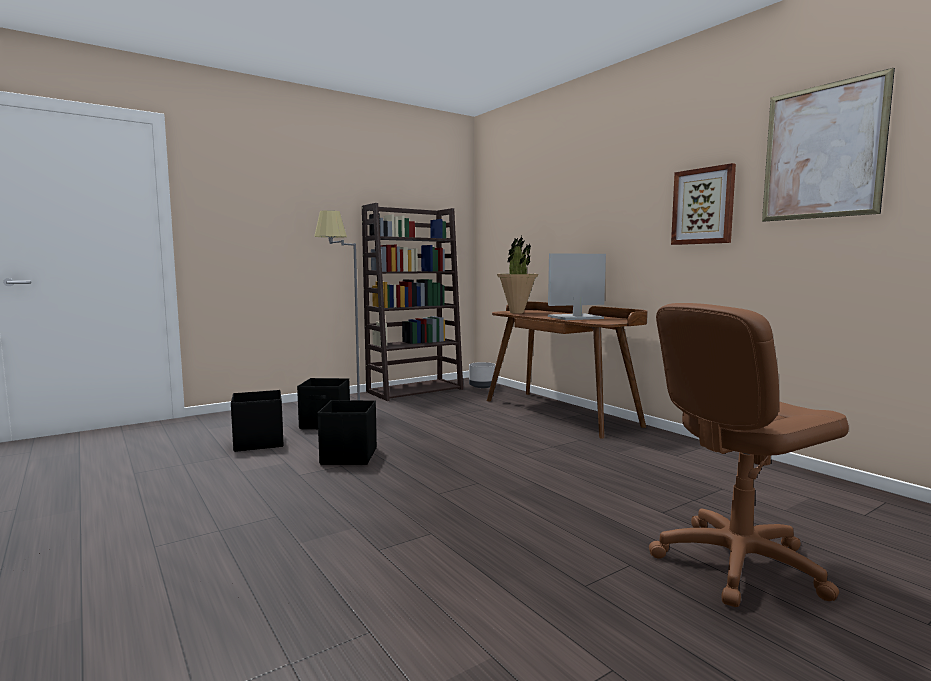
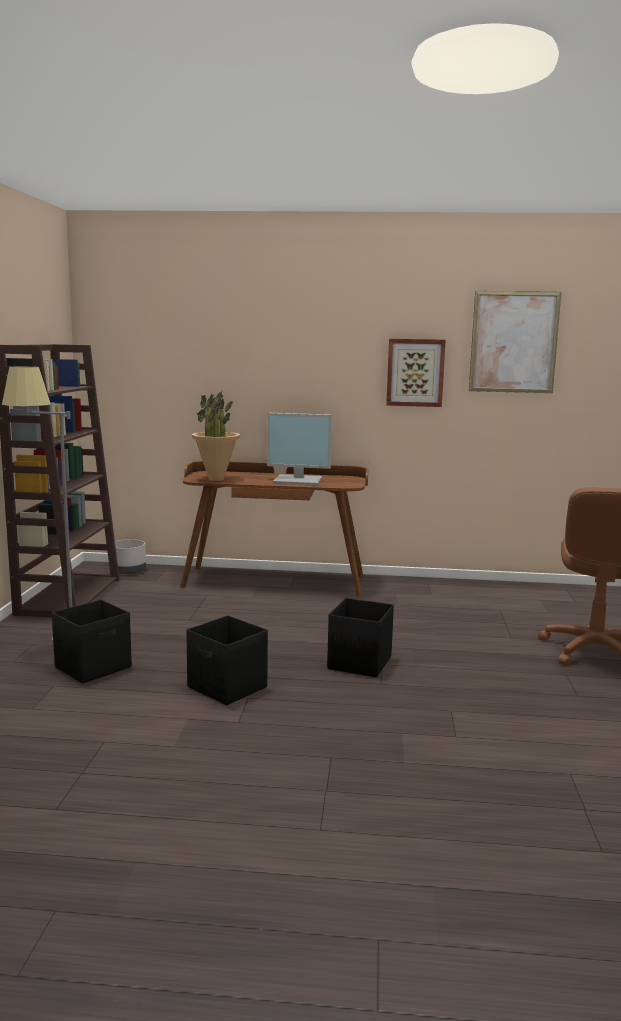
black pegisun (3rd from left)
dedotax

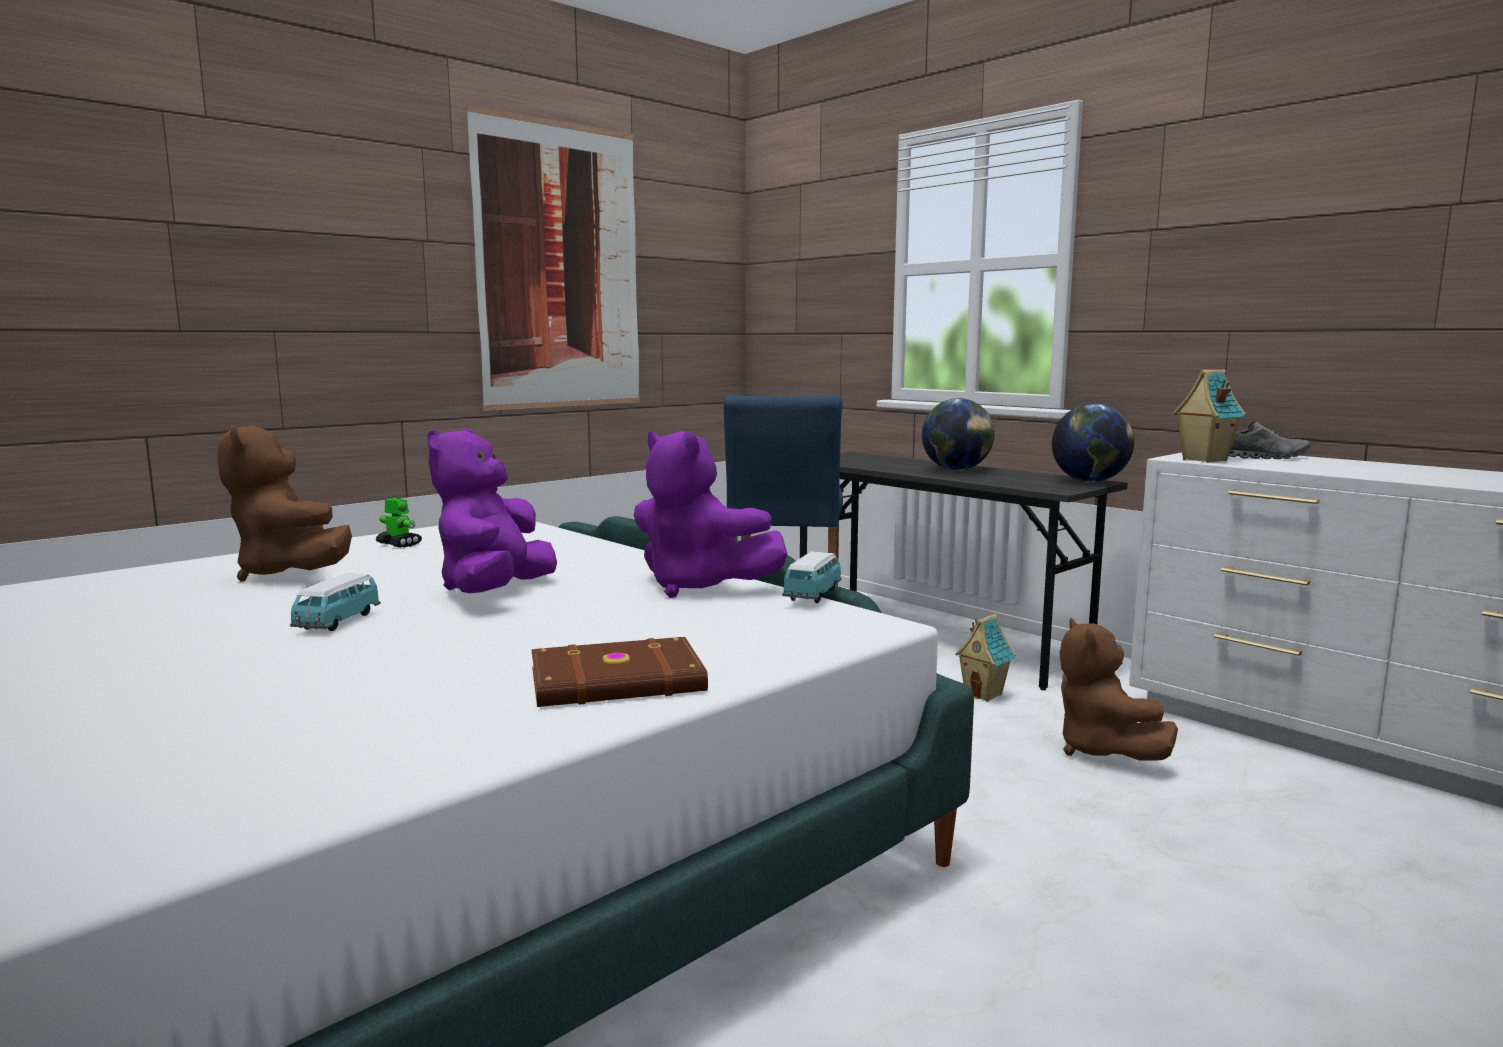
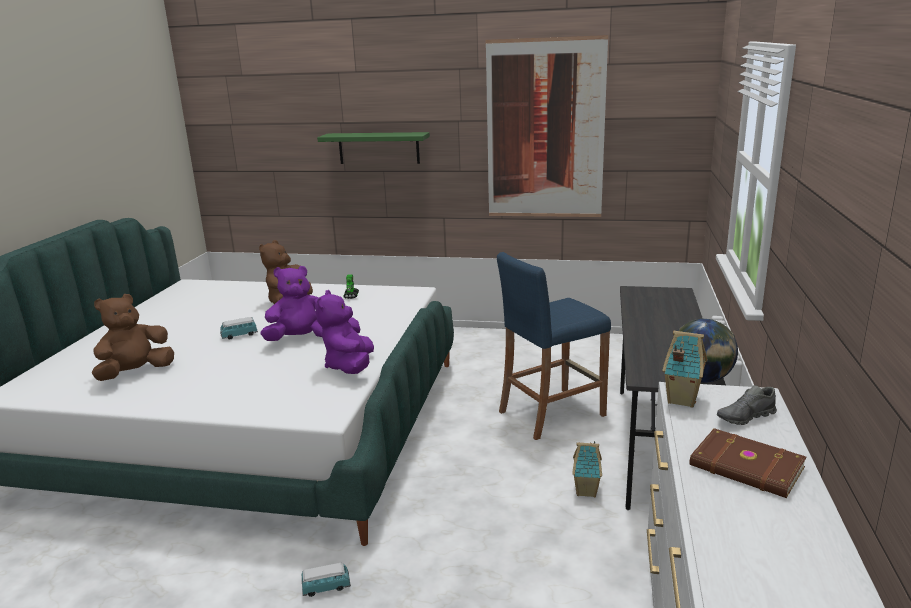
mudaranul (1st from left in the first image)
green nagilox
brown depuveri
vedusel (2nd from left)
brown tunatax (1st from left)
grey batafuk

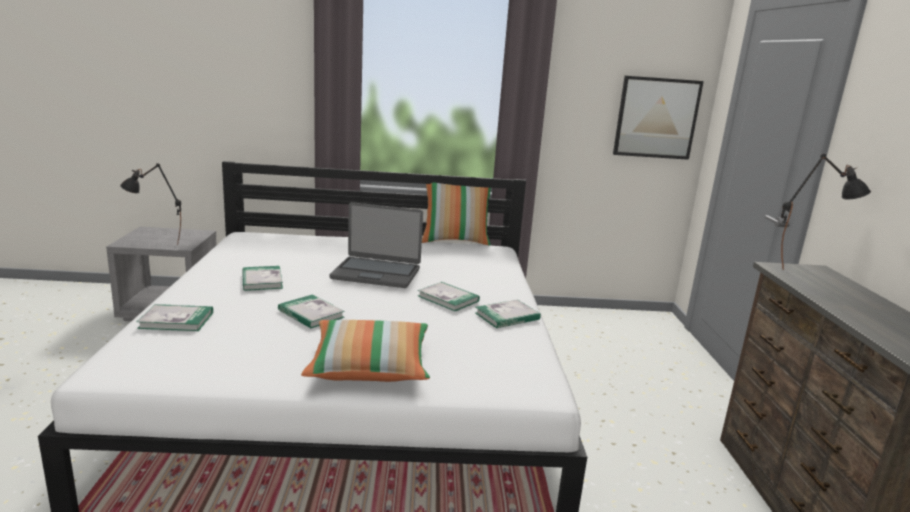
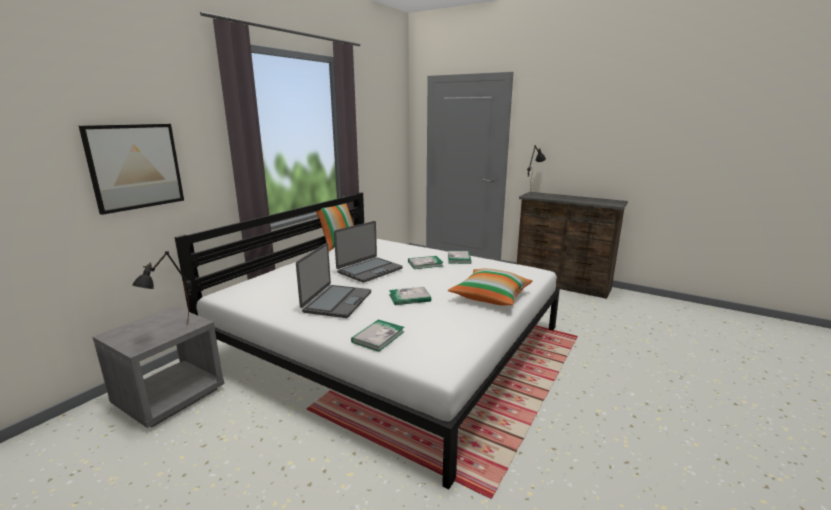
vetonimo
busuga (1st from left)

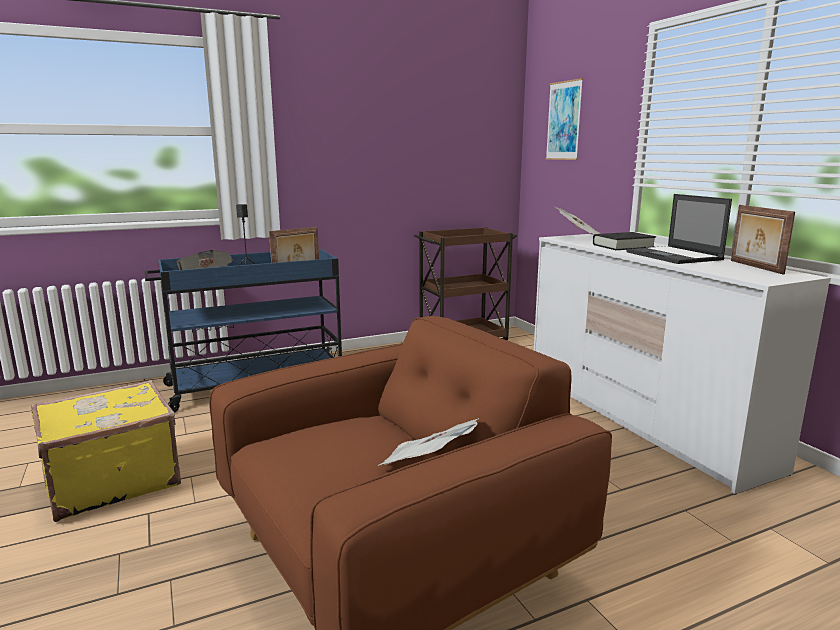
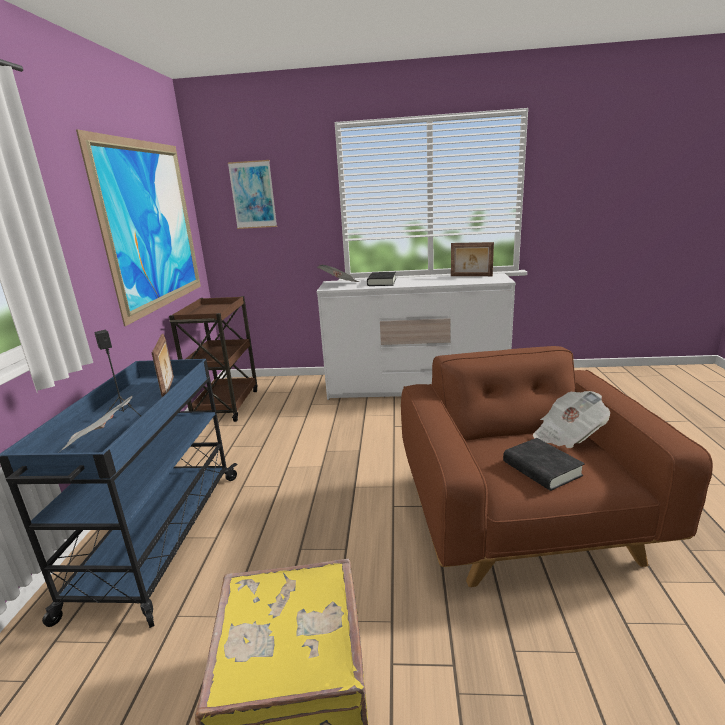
busuga
vetonimo (1st from left)
black depuveri (2nd from left)

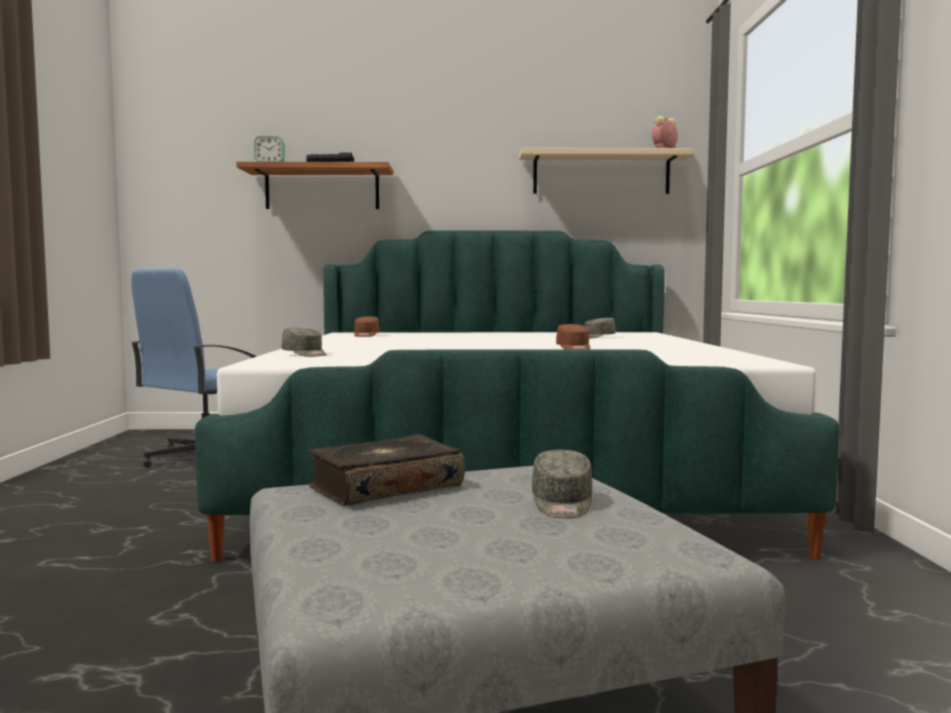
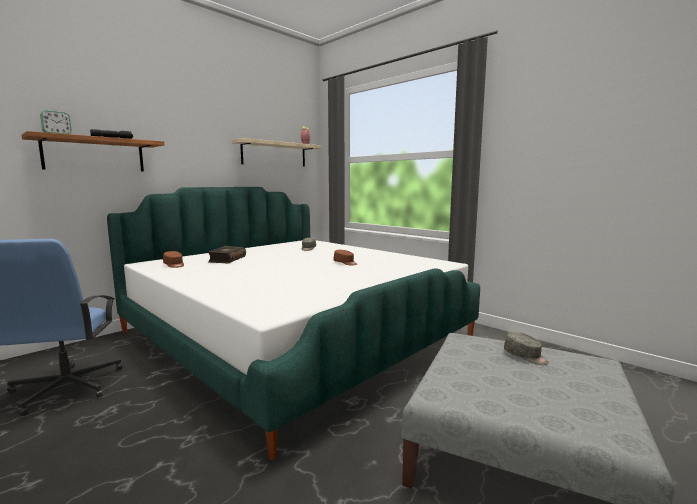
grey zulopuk (1st from left in the first image)
depuveri

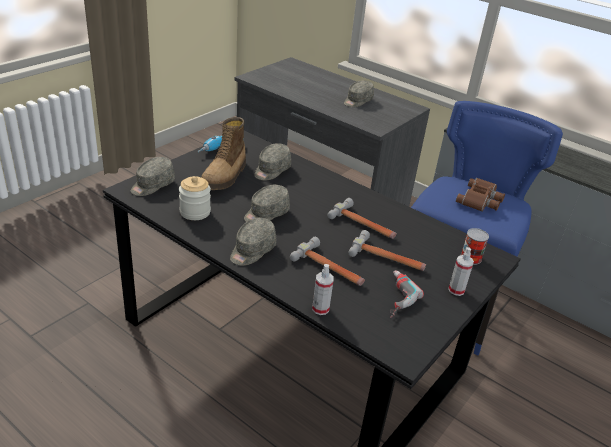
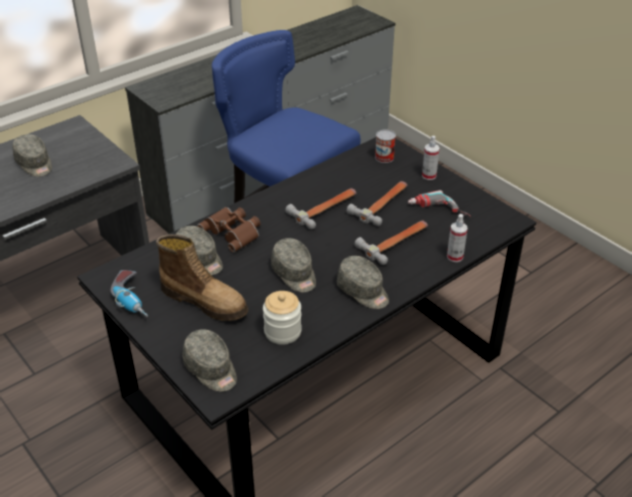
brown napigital

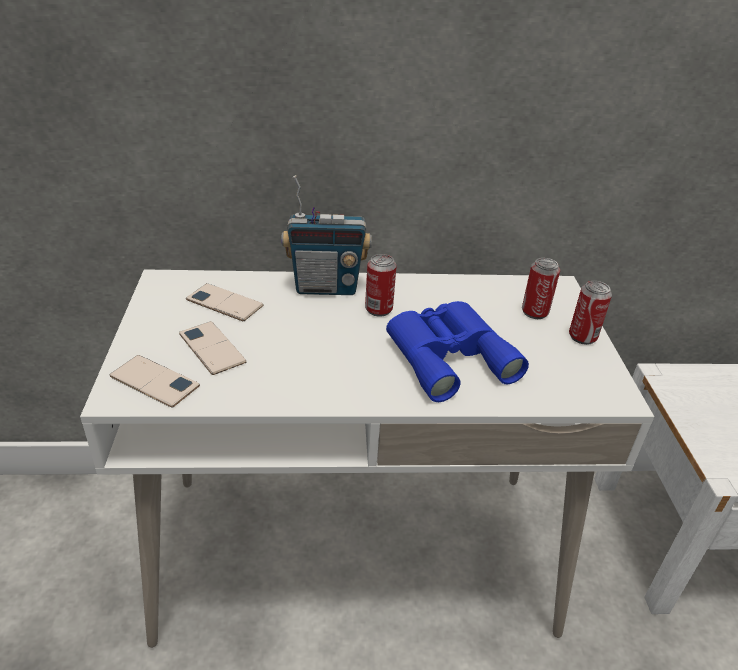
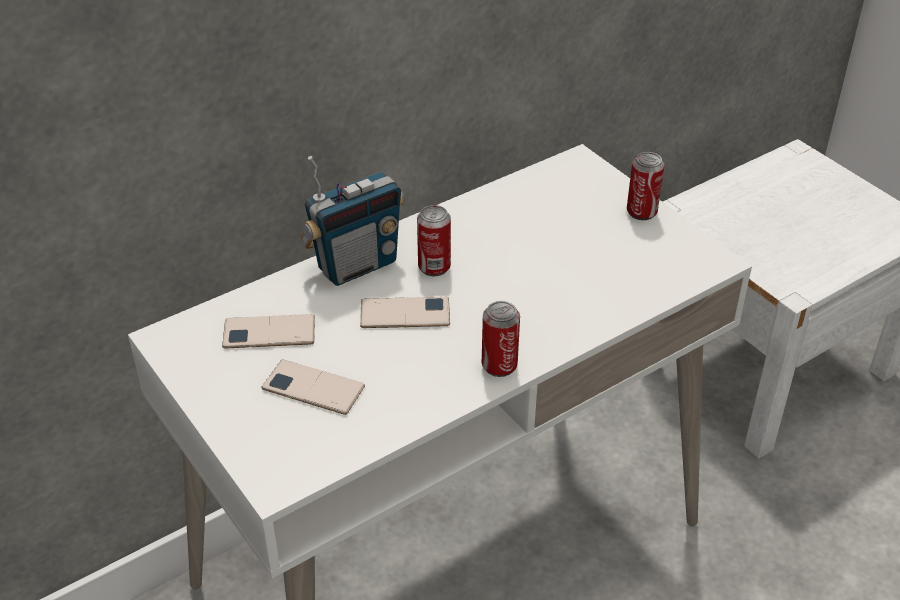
blue napigital
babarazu (3rd from left)
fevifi (2nd from left)

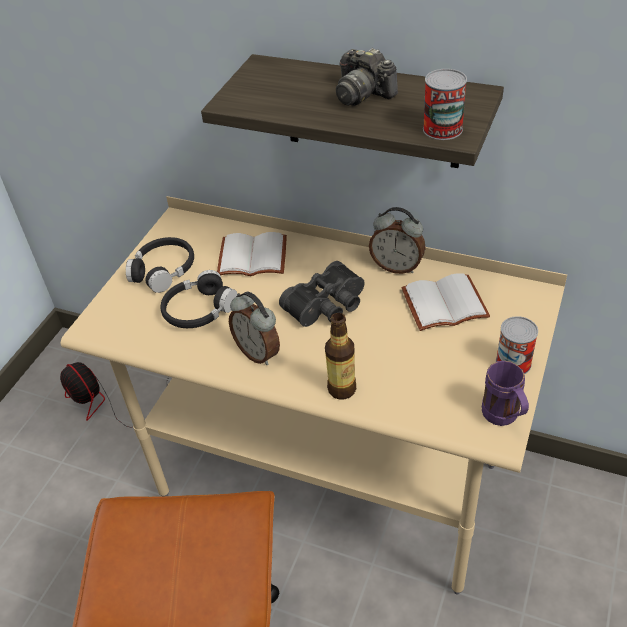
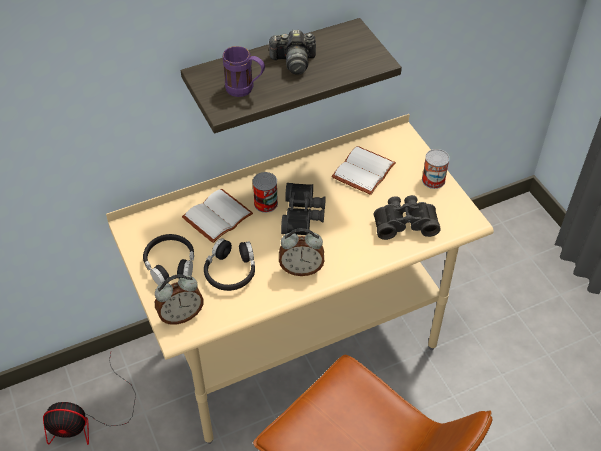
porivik
black napigital (2nd from left)
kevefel (1st from left)
fevifi (1st from left)
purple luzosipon

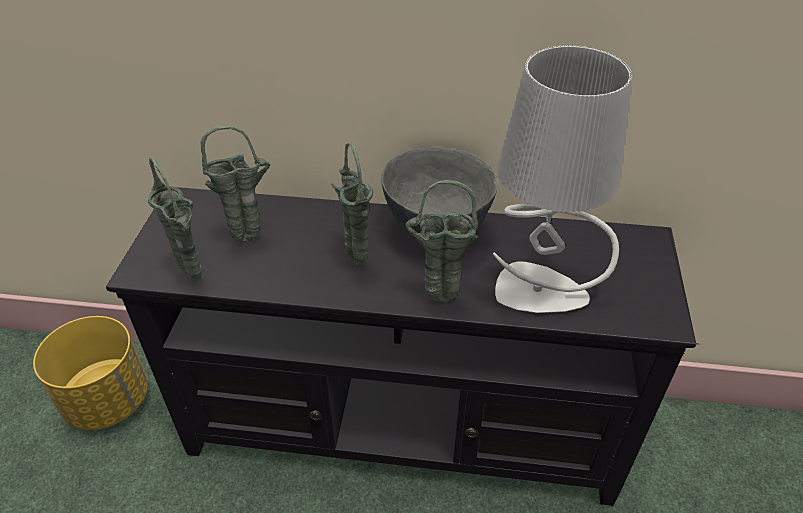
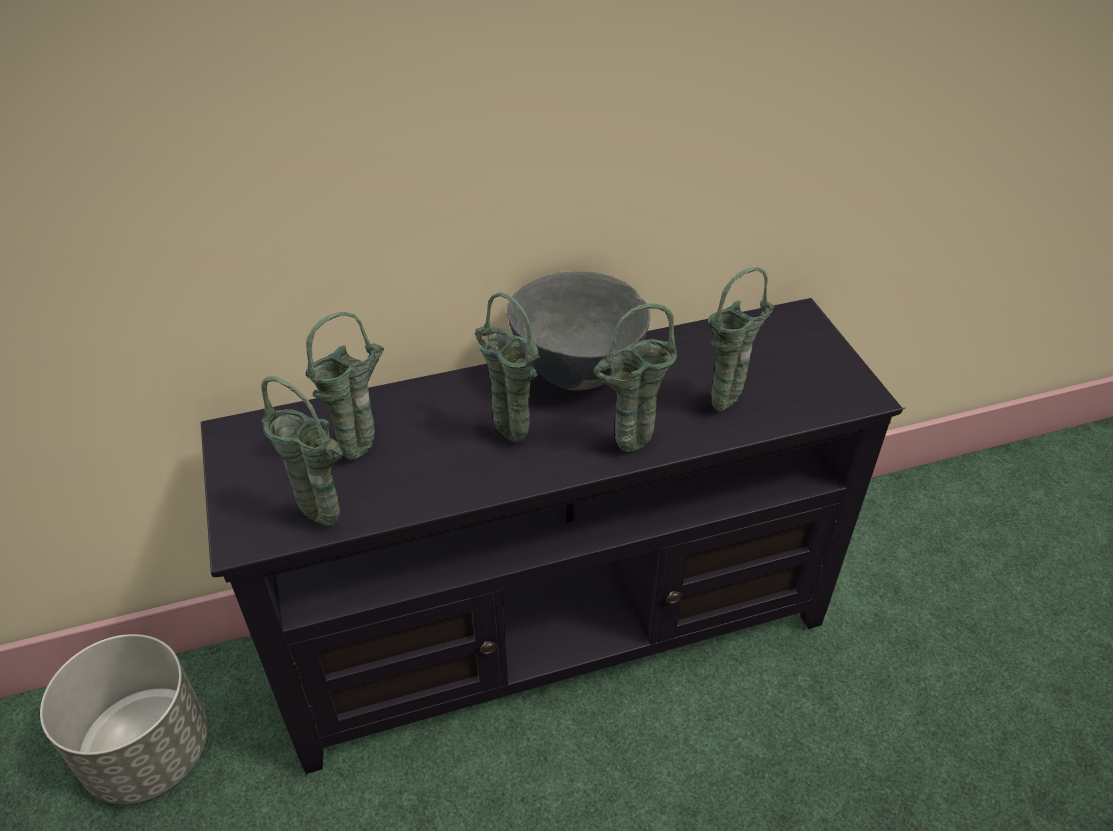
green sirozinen (5th from left)
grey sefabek

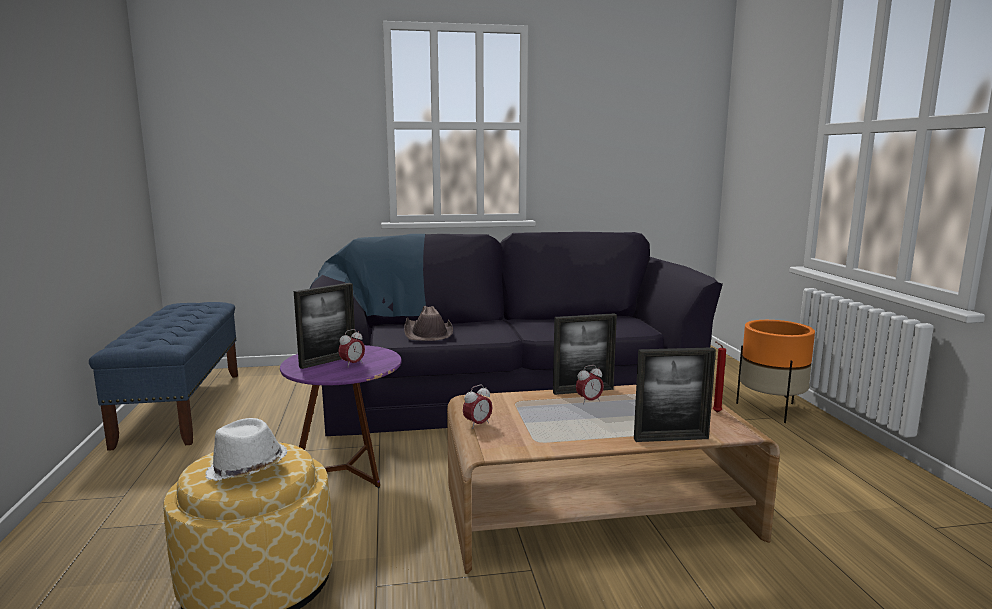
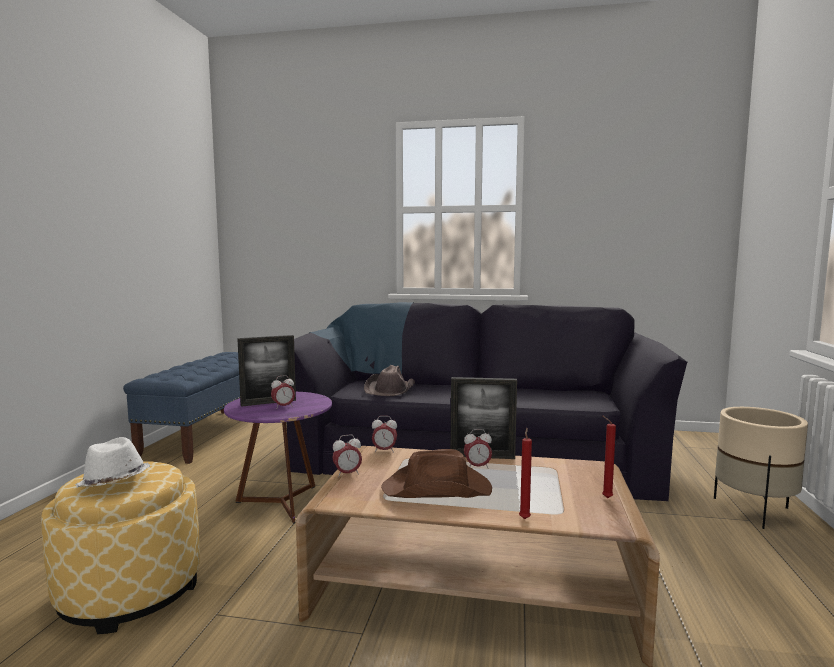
kevefel (3rd from left)
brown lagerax (2nd from left)
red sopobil (1st from left)
beige sefabek

